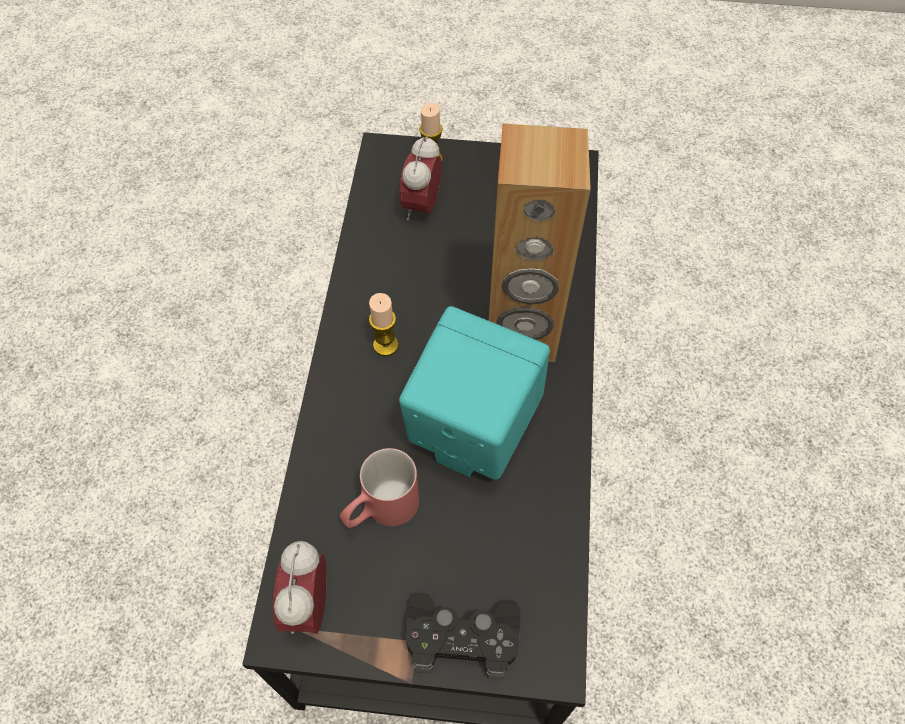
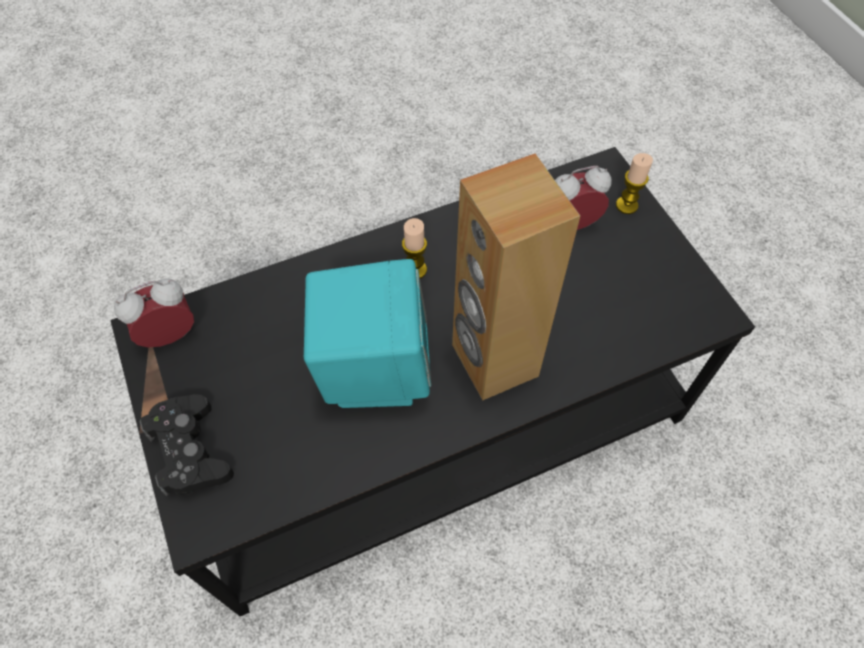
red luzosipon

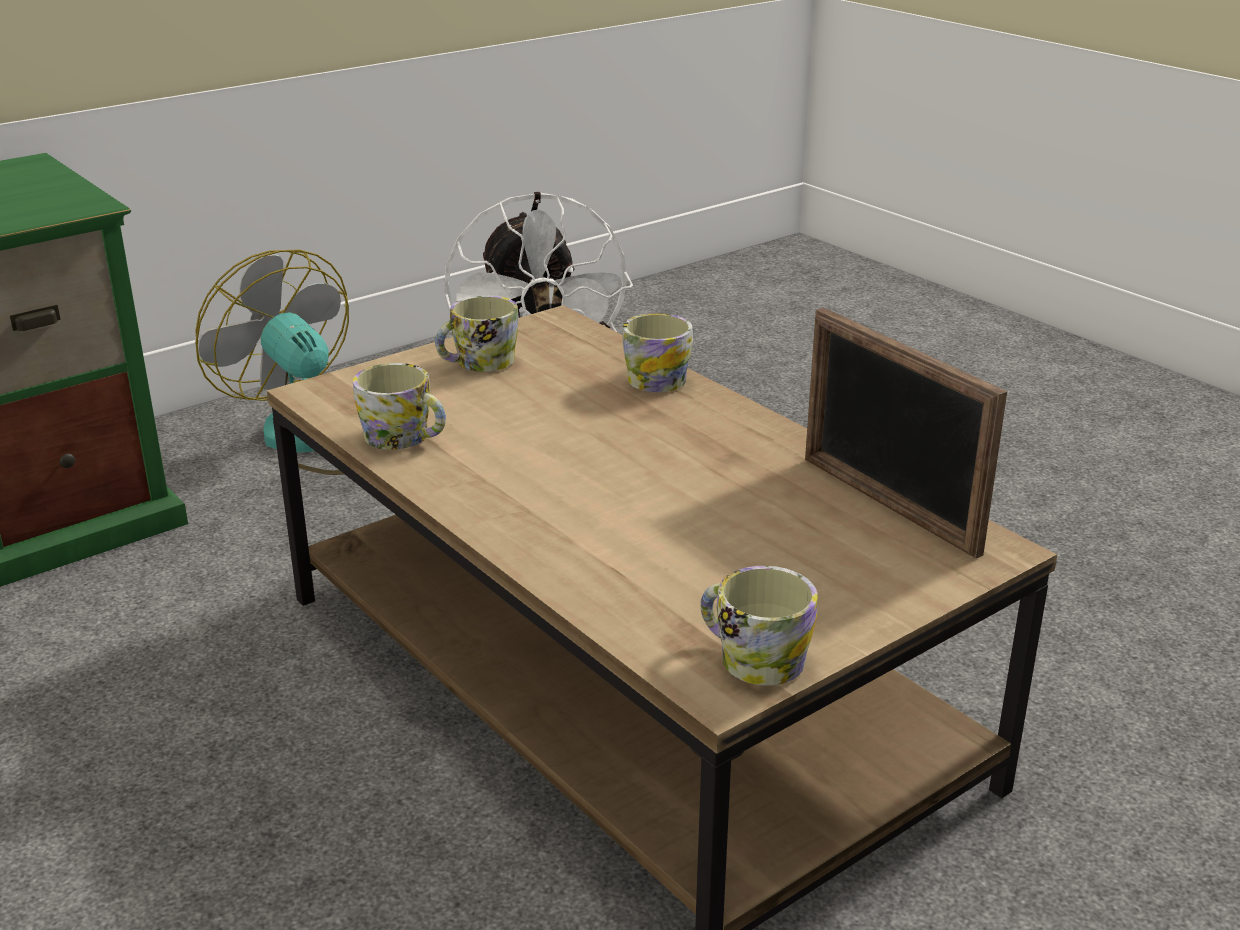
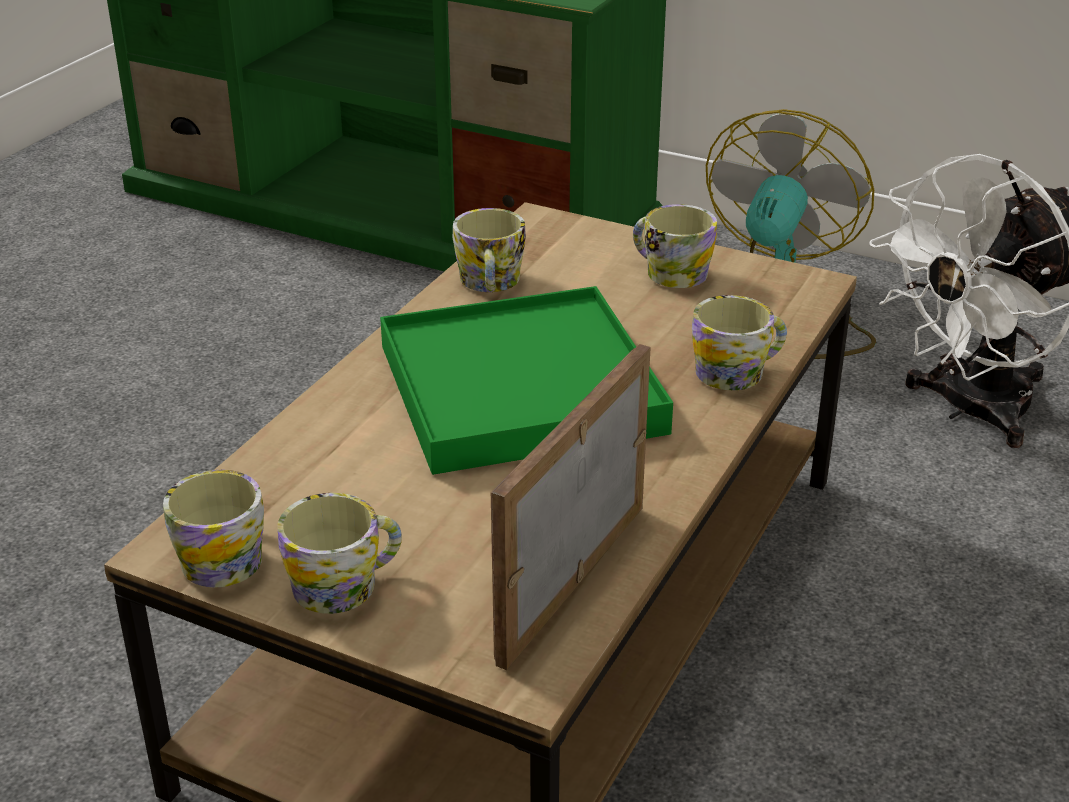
luzosipon (2nd from left)
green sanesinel

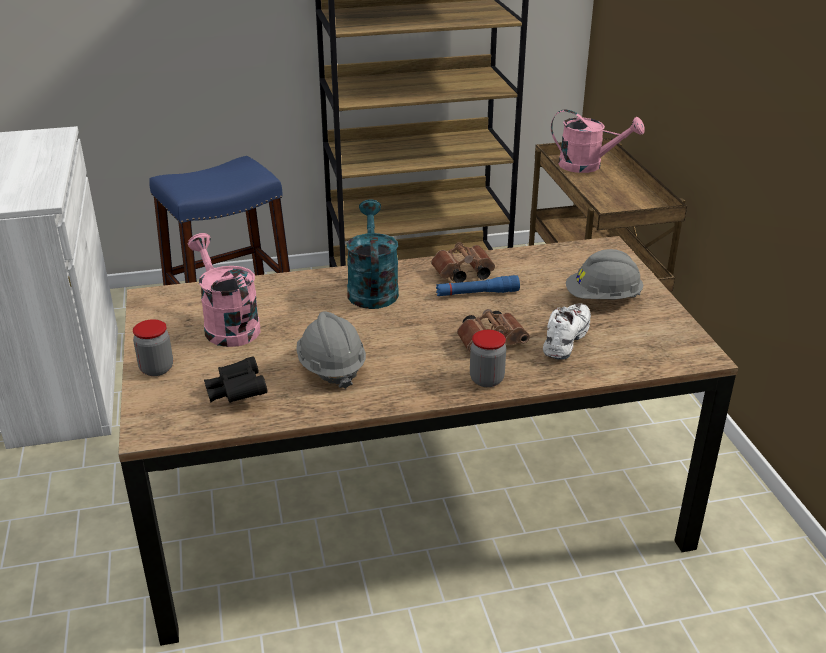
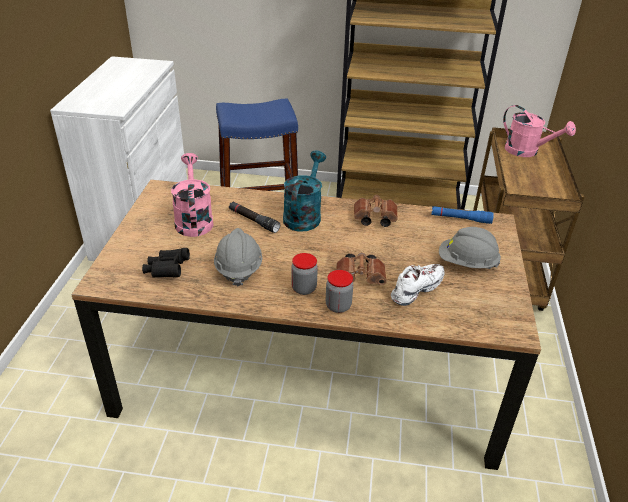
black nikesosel
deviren (1st from left)
blue nikesosel

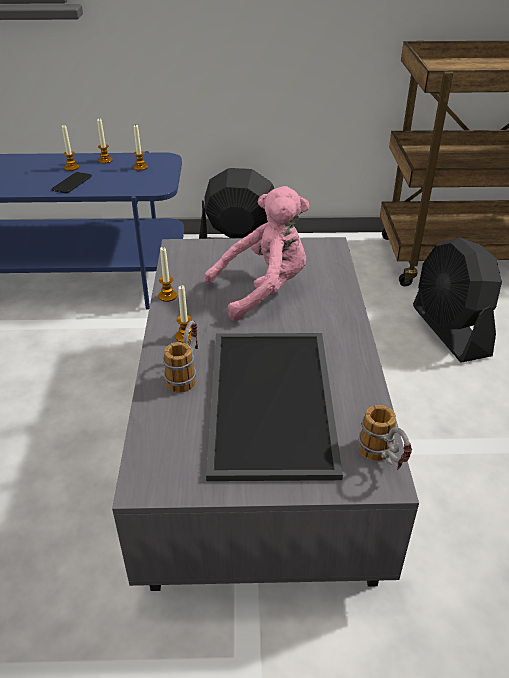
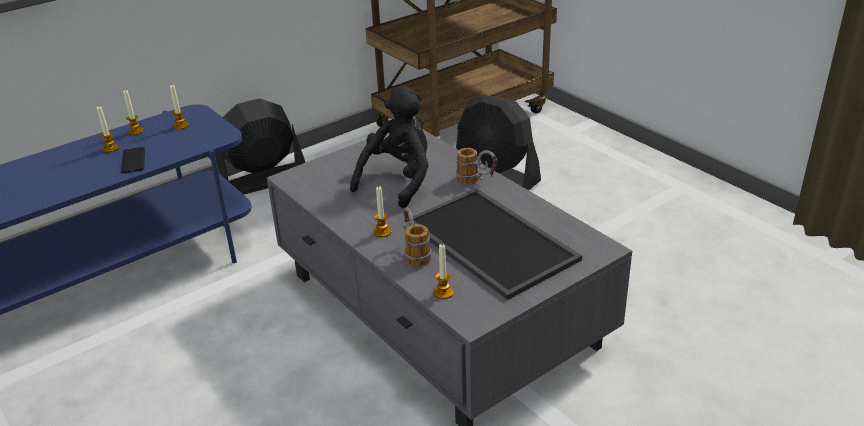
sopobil (5th from left)
luzosipon (2nd from left)
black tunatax

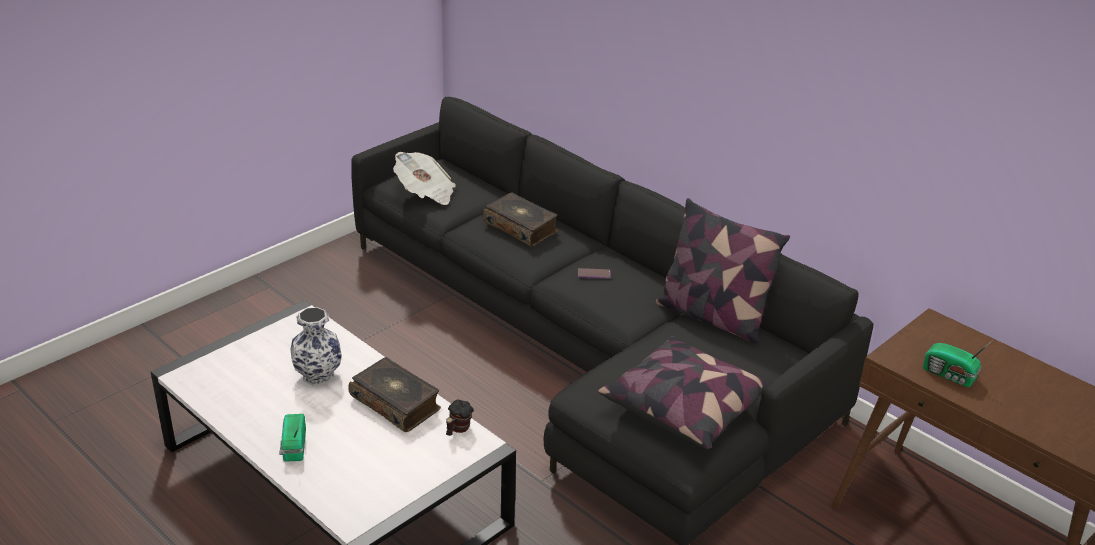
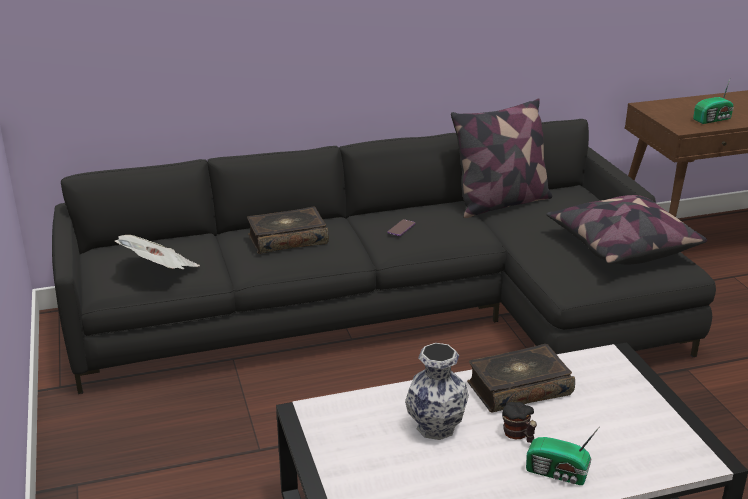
luzosipon

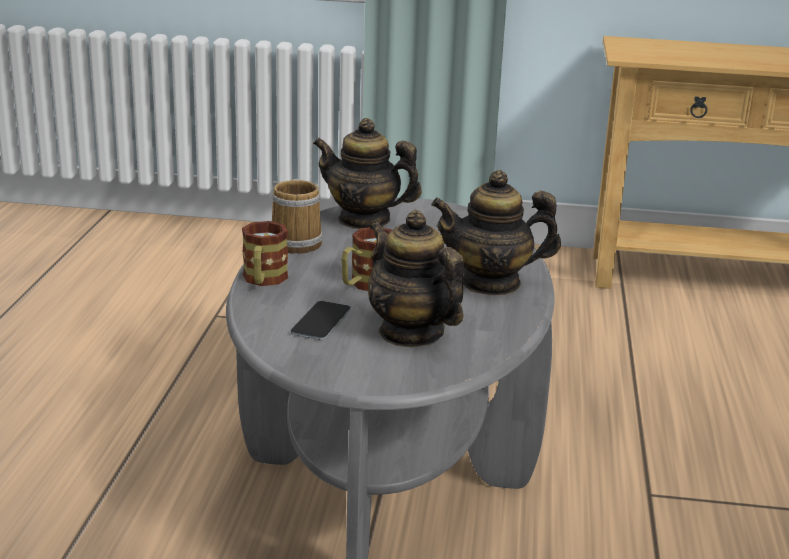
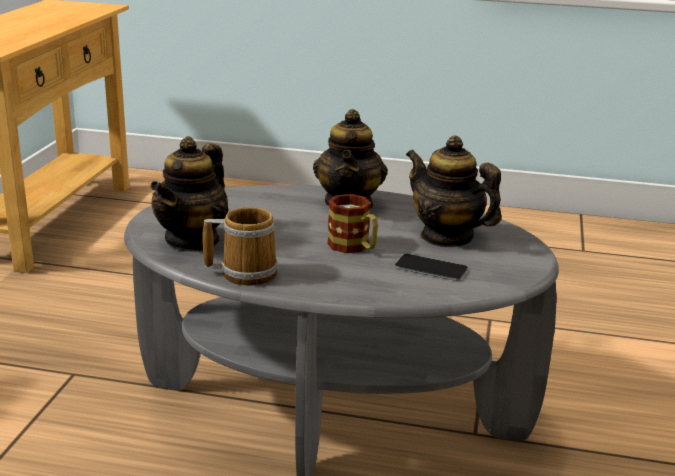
luzosipon (1st from left in the first image)
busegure (3rd from left)

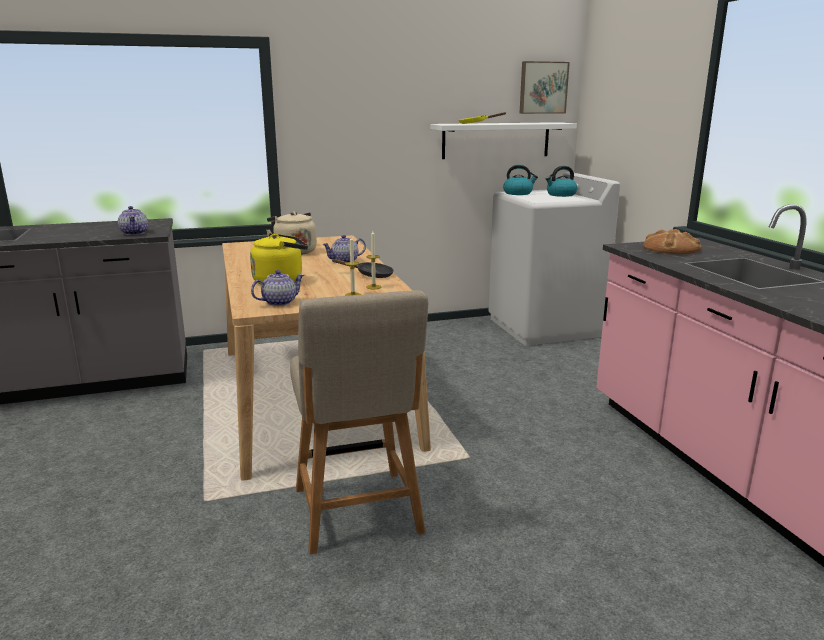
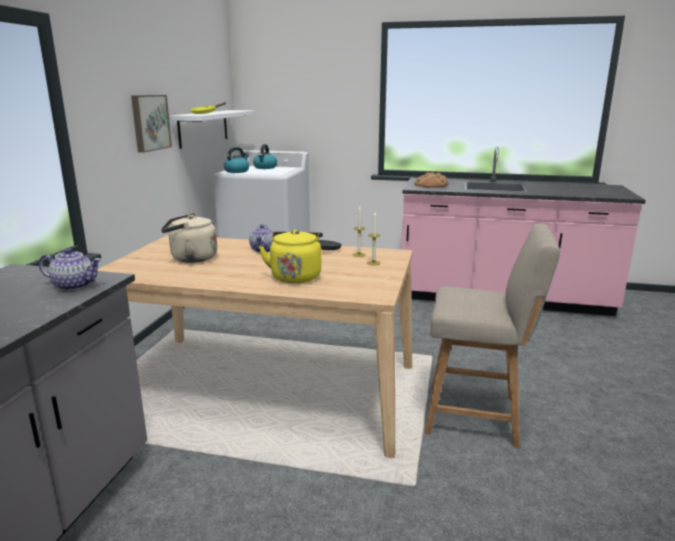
busegure (2nd from left in the first image)
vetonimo

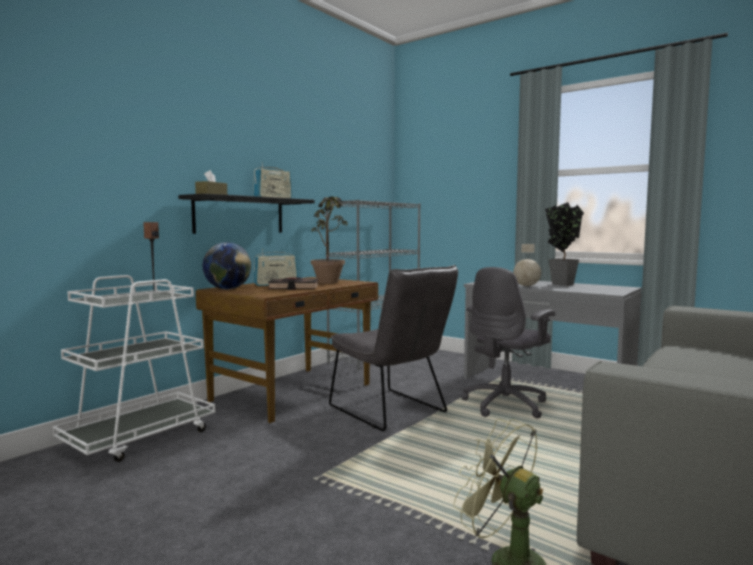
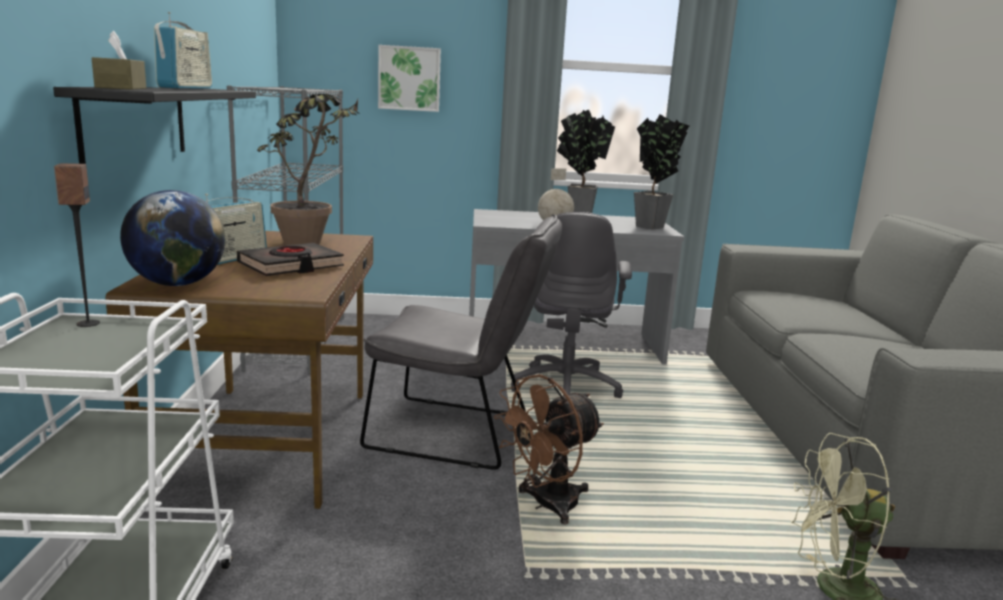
vetonimo
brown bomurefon
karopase (3rd from left)

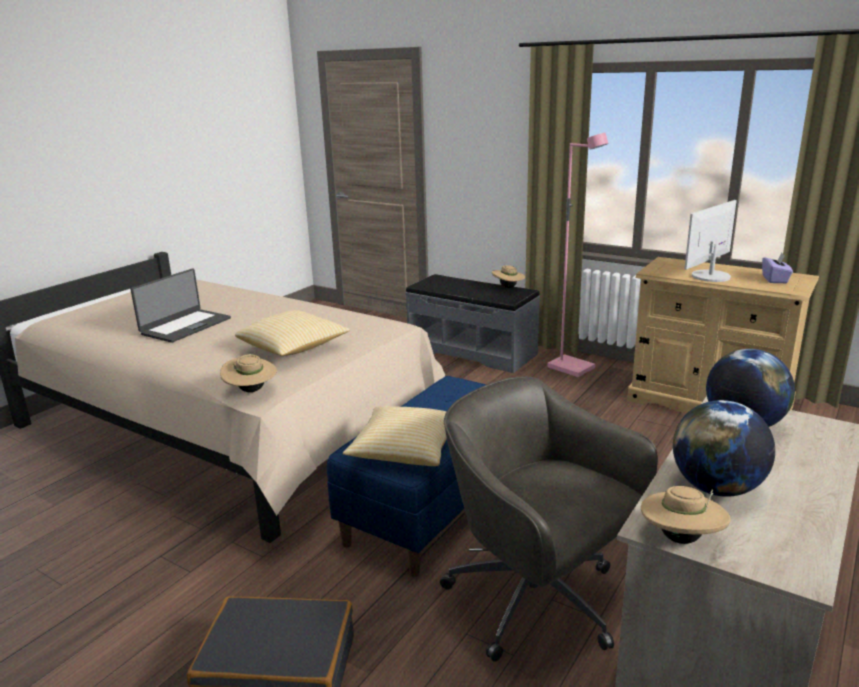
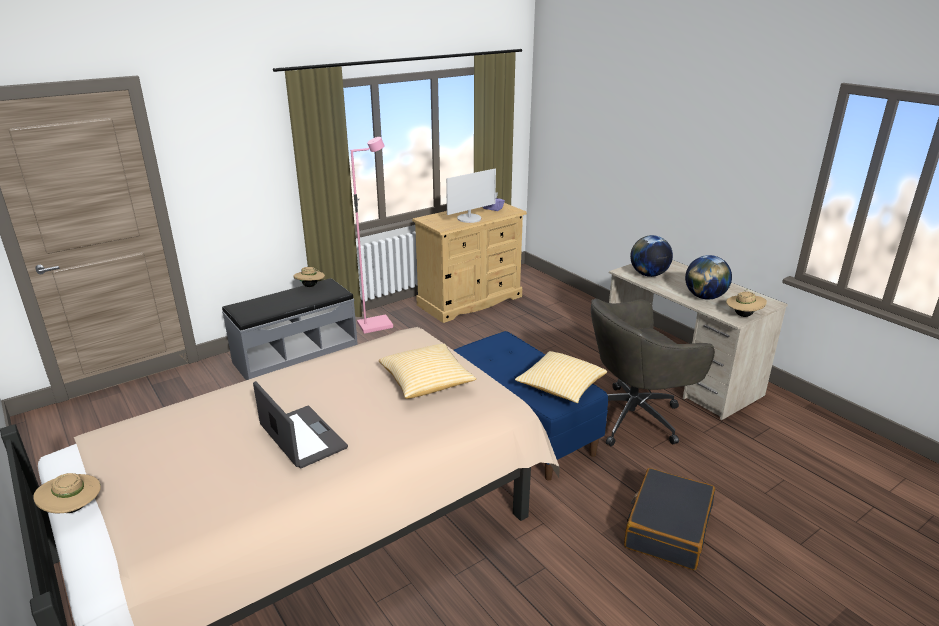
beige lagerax (1st from left)
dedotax

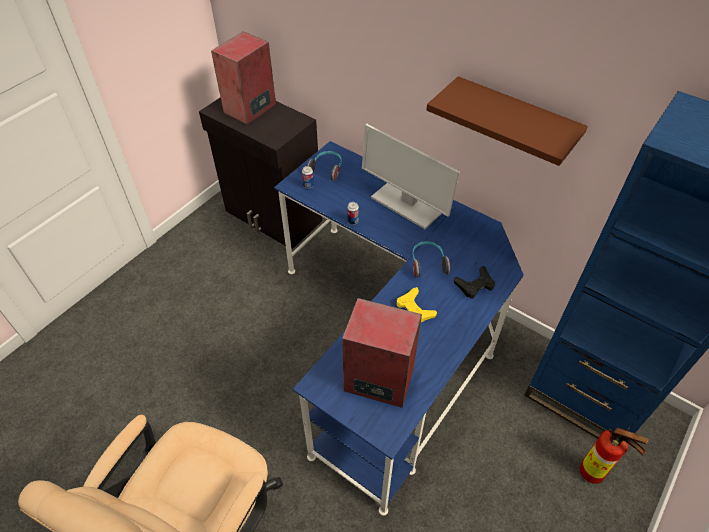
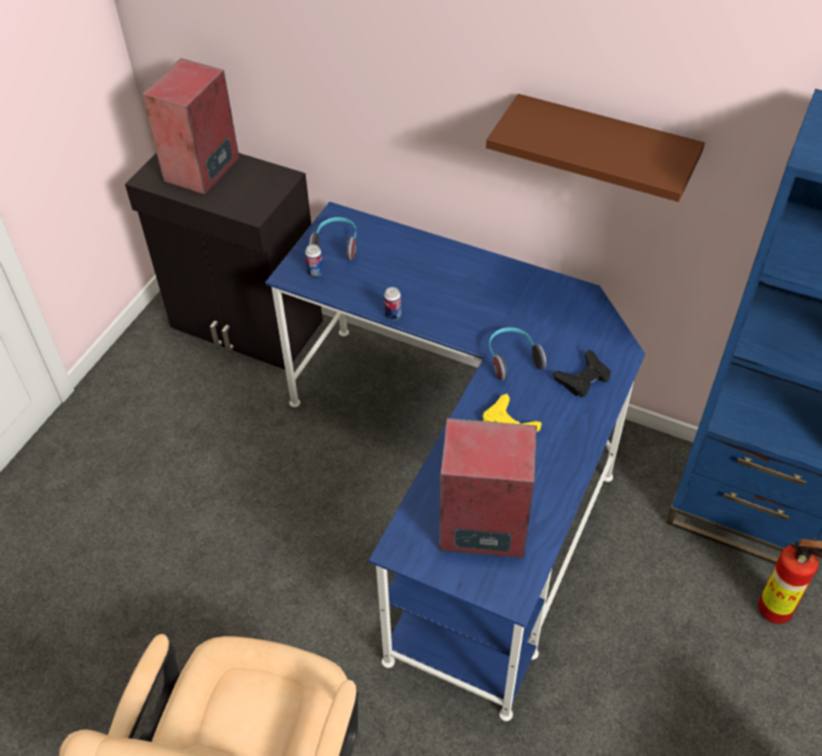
dedotax

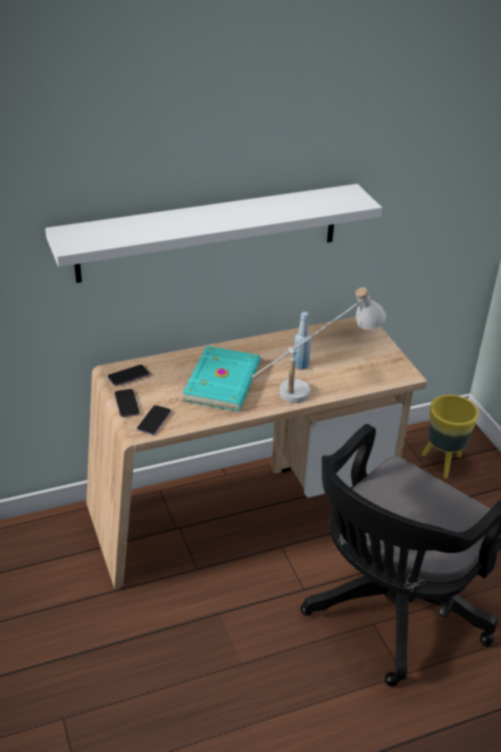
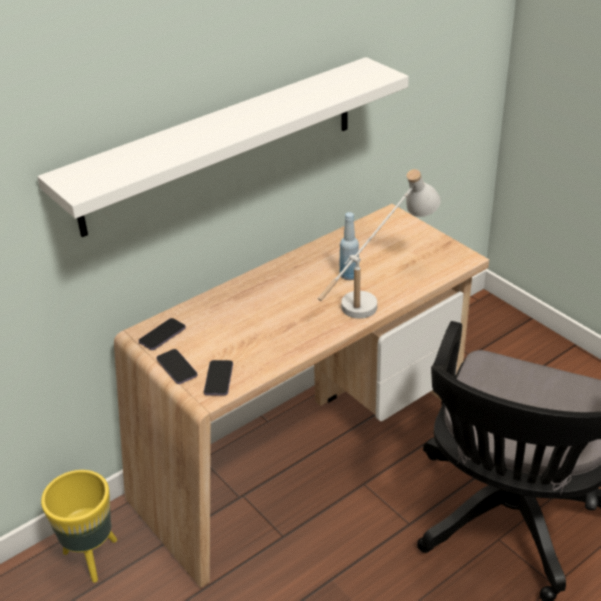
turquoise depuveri
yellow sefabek

